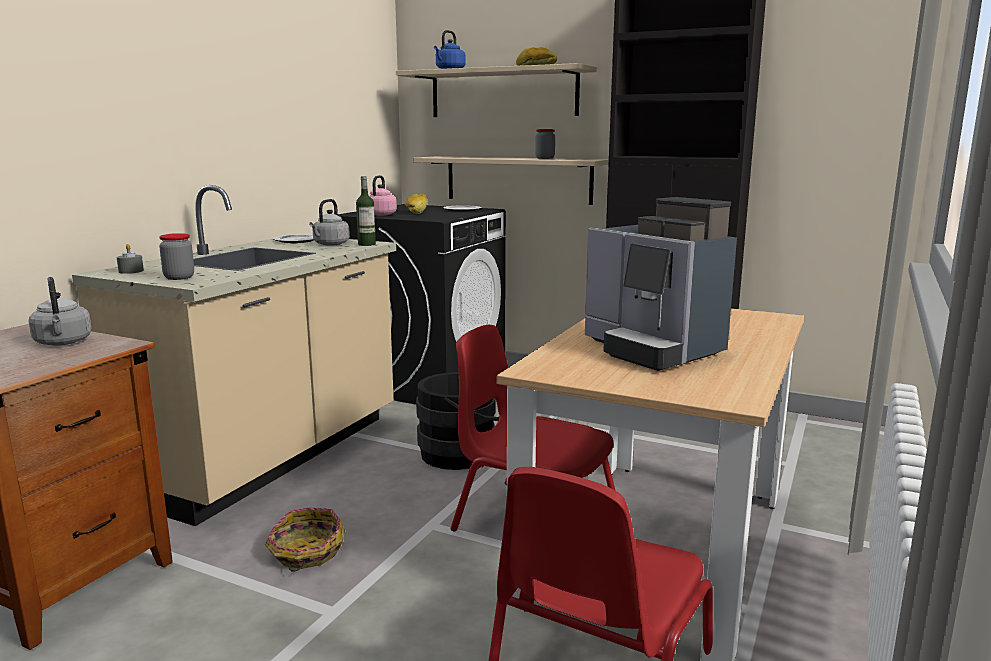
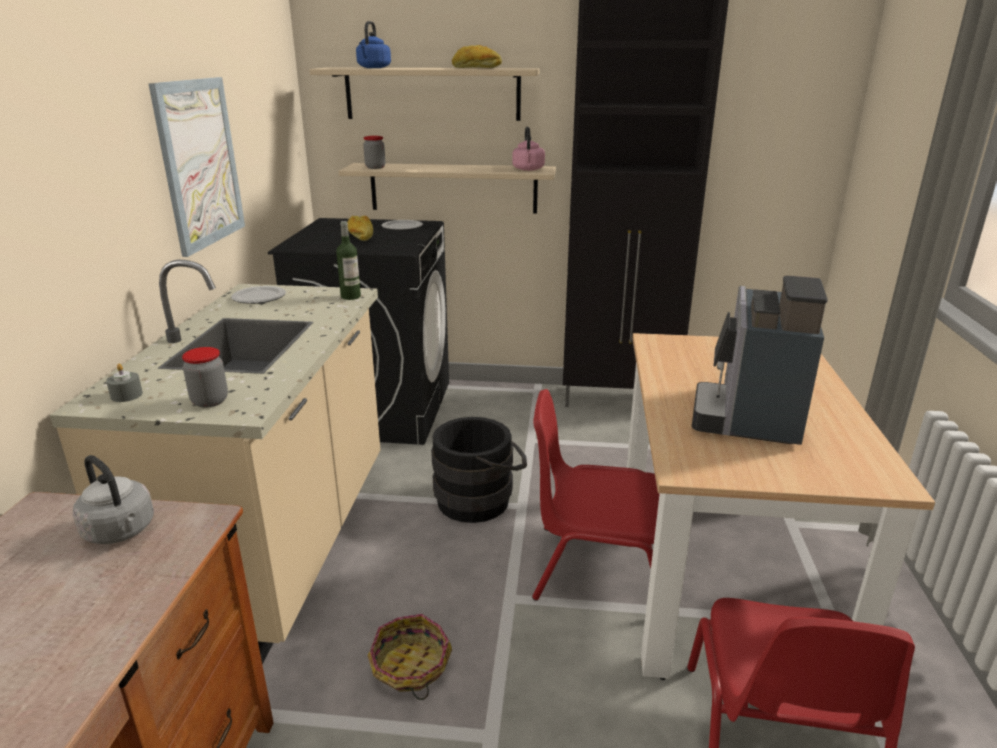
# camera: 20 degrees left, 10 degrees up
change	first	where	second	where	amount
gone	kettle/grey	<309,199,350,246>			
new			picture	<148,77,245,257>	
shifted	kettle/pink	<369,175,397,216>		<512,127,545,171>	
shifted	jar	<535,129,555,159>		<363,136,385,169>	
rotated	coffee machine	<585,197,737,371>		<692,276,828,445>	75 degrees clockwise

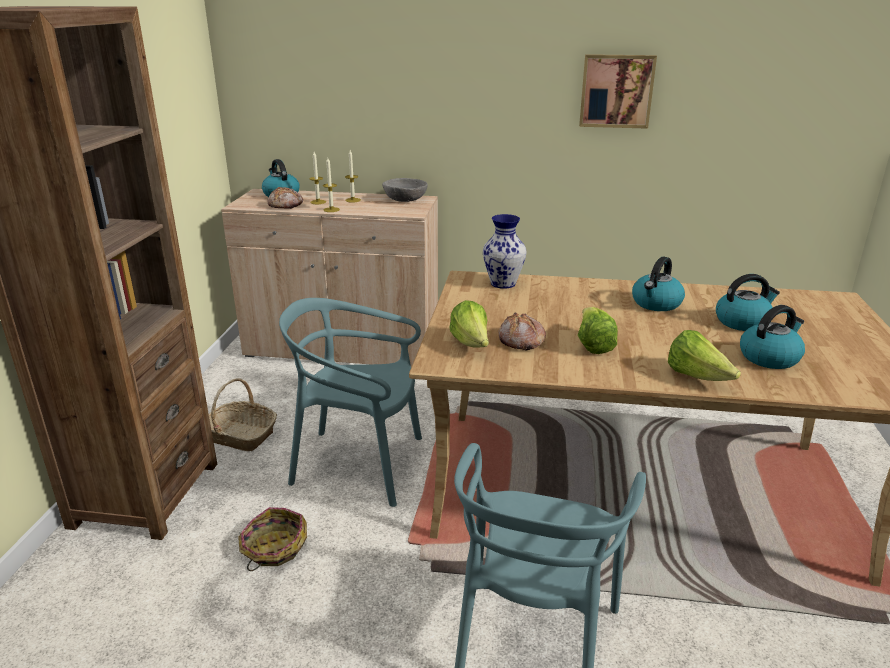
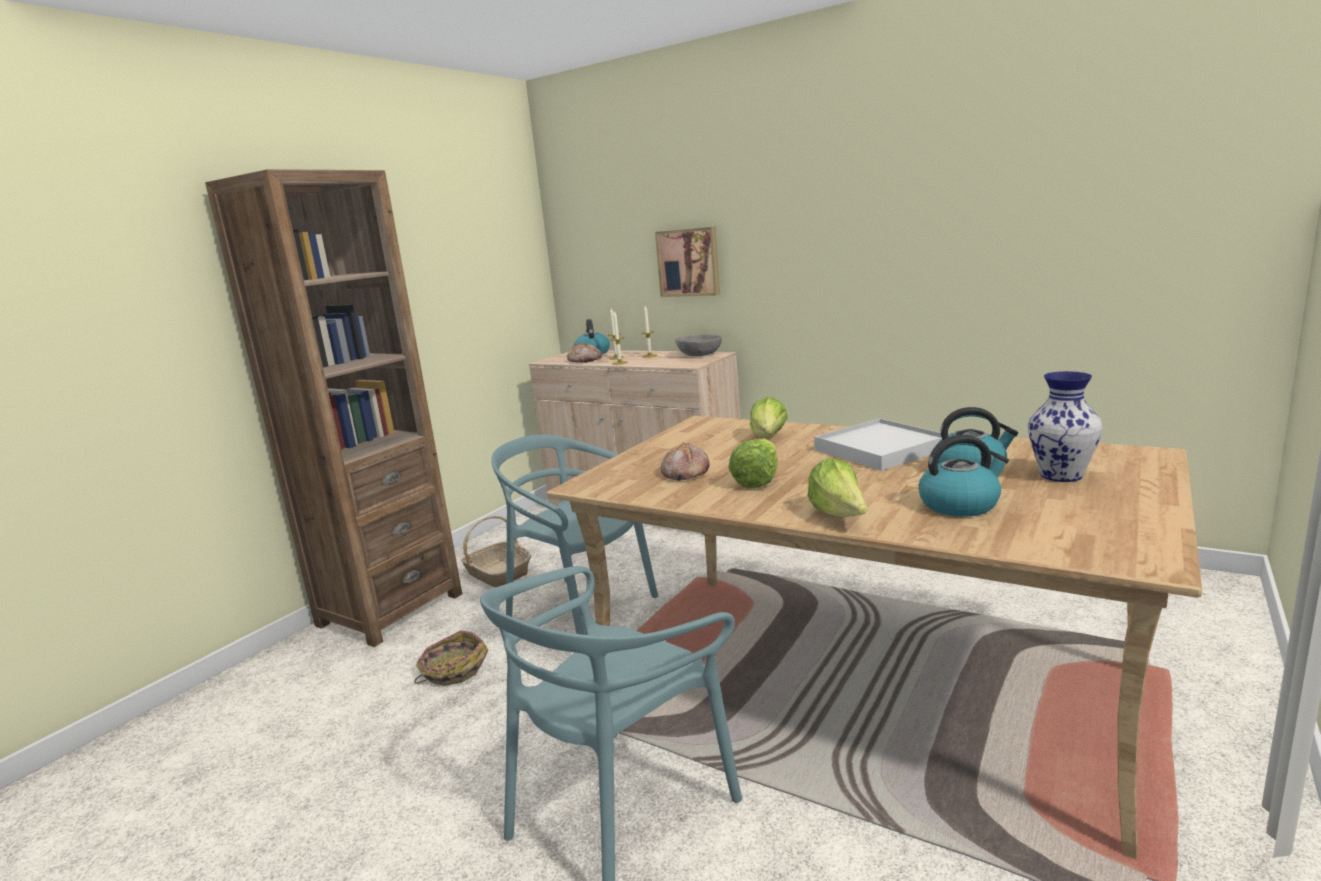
# camera: 25 degrees right, 10 degrees down
change	first	where	second	where	amount
shifted	lettuce	<449,300,489,347>		<750,397,788,437>	
shifted	vase	<483,214,527,289>		<1028,371,1103,482>	
shifted	picture	<579,54,657,129>		<655,227,720,297>	
swapped	kettle	<632,257,685,311>	tray/white	<814,418,949,471>	

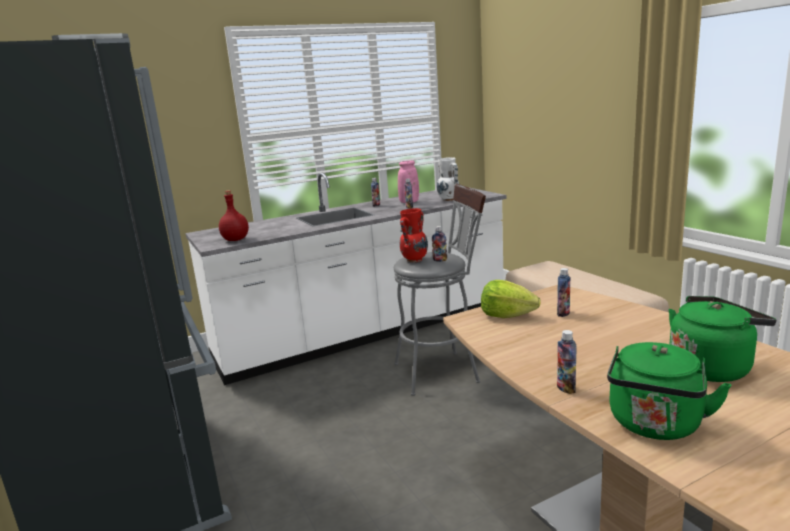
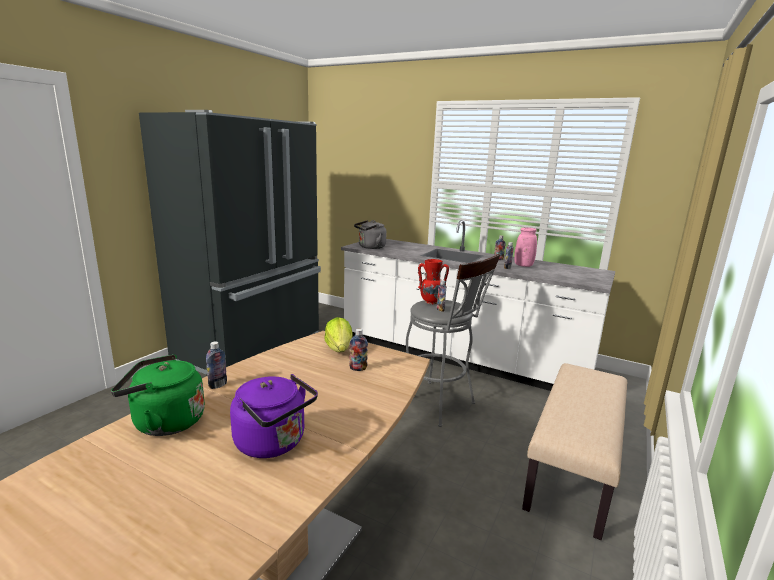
# camera: 55 degrees right, 0 degrees up
change	first	where	second	where	amount
gone	vase/white	<437,157,459,201>			
swapped	bottle/red	<219,190,249,241>	kettle/grey	<354,220,387,249>	
repainted	kettle/green	<669,296,776,382>	kettle/purple	<230,374,318,458>	

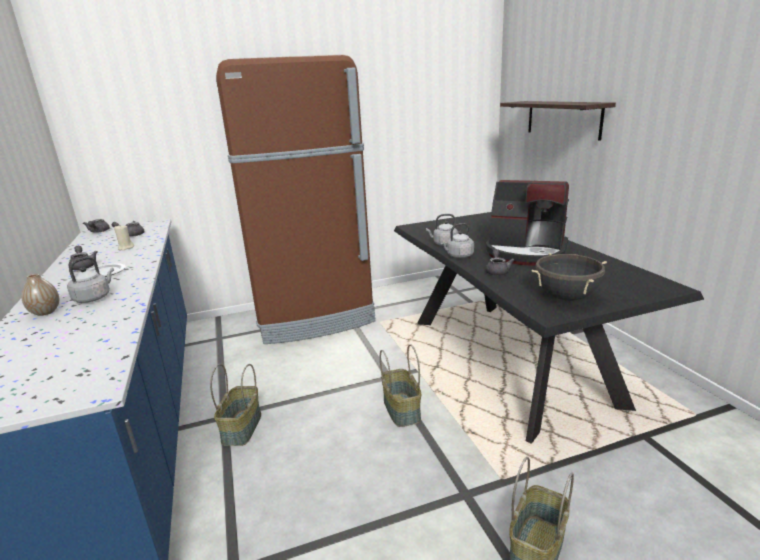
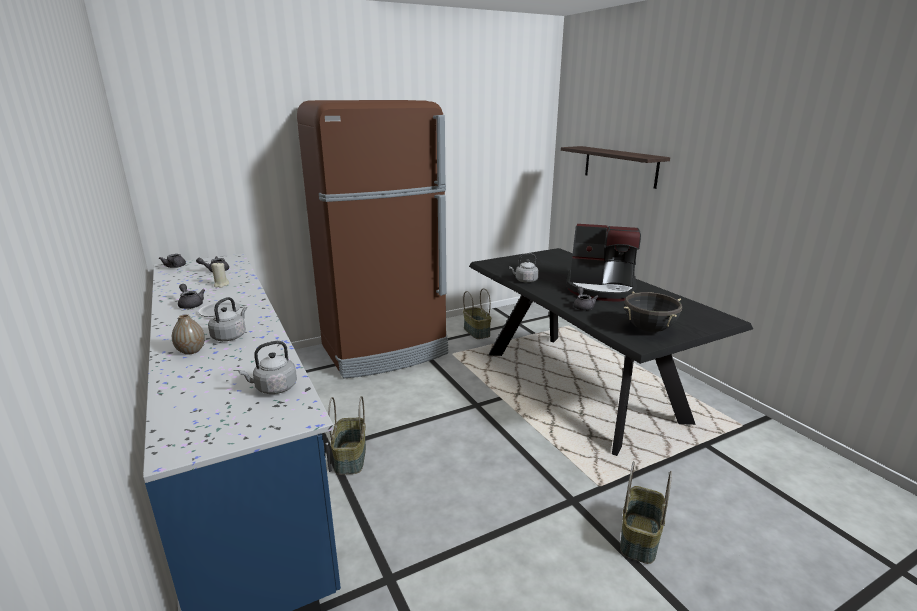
# camera: 10 degrees left, 0 degrees up
change	first	where	second	where	amount
shifted	basket	<380,344,421,427>		<463,288,491,339>	
shifted	kettle/grey	<440,223,474,258>		<238,341,297,394>	

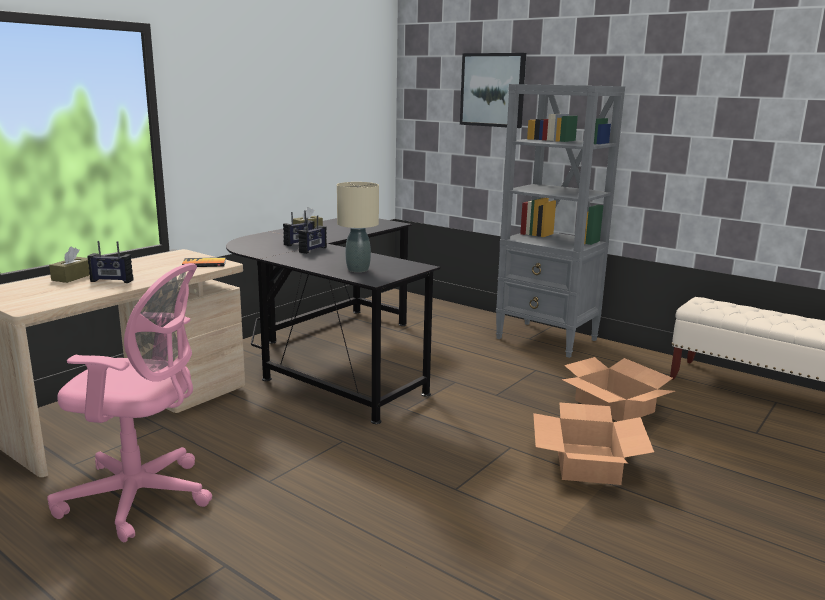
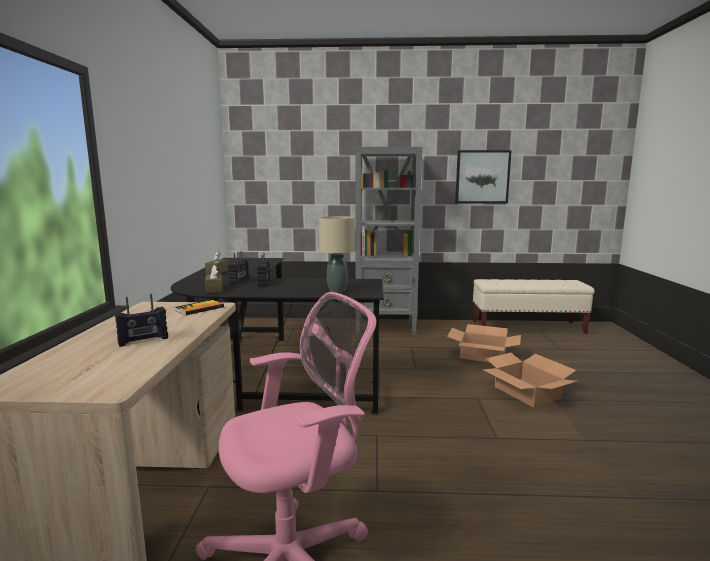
# camera: 35 degrees left, 5 degrees down
change	first	where	second	where	amount
shifted	tissue box/brown	<49,246,90,283>		<205,265,222,293>	
shifted	picture	<460,53,526,128>		<455,150,512,204>	

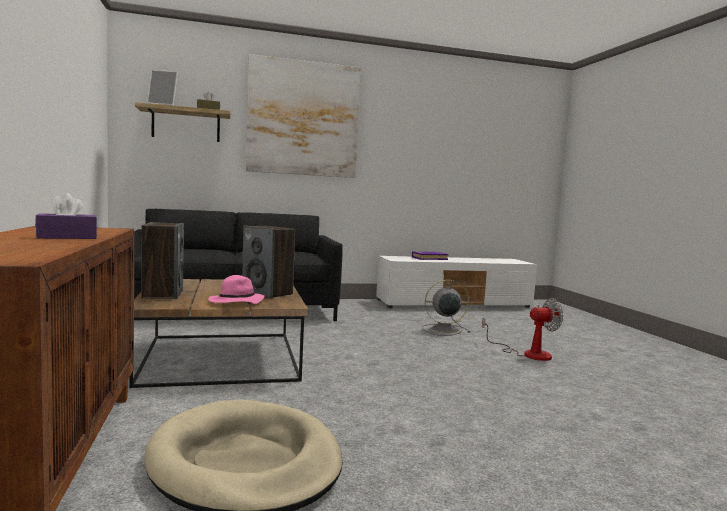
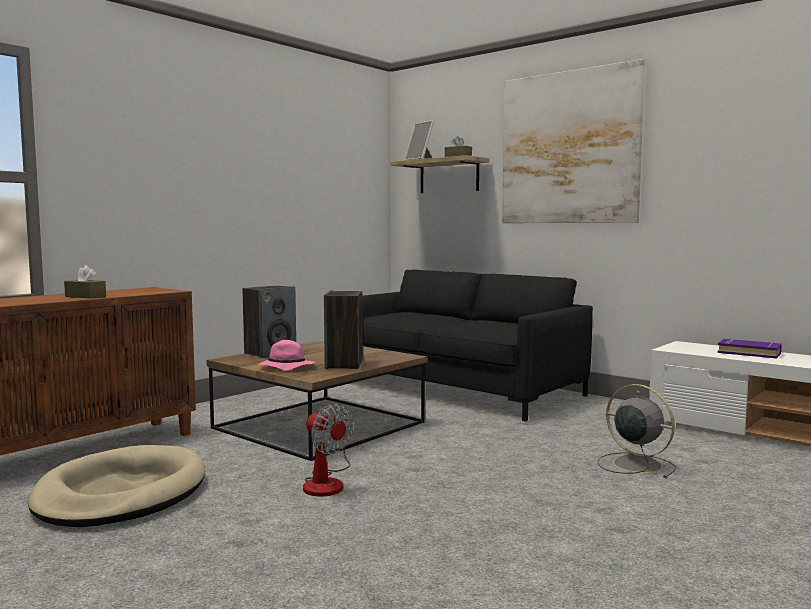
# camera: 55 degrees right, 0 degrees up
change	first	where	second	where	amount
shifted	fan	<482,298,563,361>		<303,403,353,497>	
repainted	tissue box/purple	<35,193,97,239>	tissue box/brown	<64,265,106,298>	

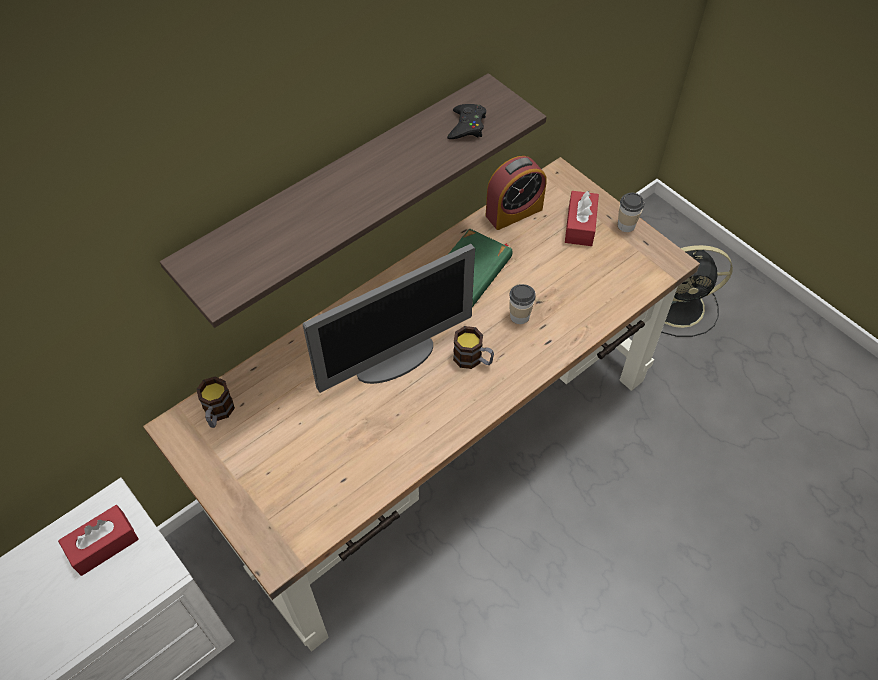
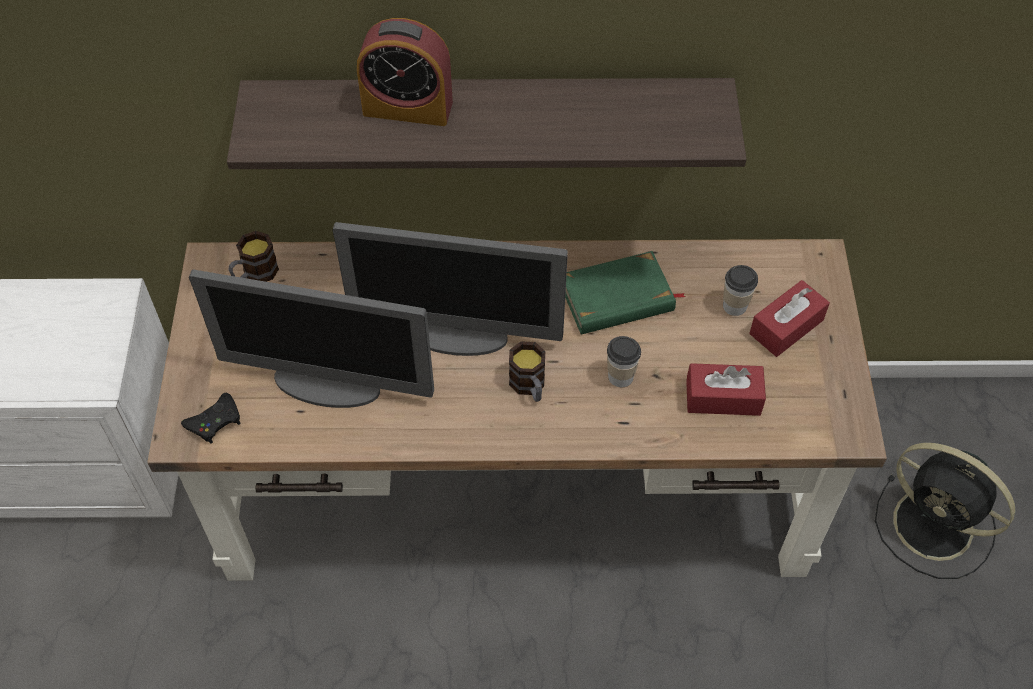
# camera: 40 degrees right, 0 degrees up
change	first	where	second	where	amount
new			monitor	<189,270,434,408>	
shifted	tissue box/red	<58,505,139,576>		<686,363,766,416>	
shifted	game controller/black	<447,104,486,139>		<181,393,241,444>	
shifted	alarm clock	<485,156,546,230>		<357,18,453,126>	
shifted	cup	<618,193,644,232>		<723,265,758,316>	

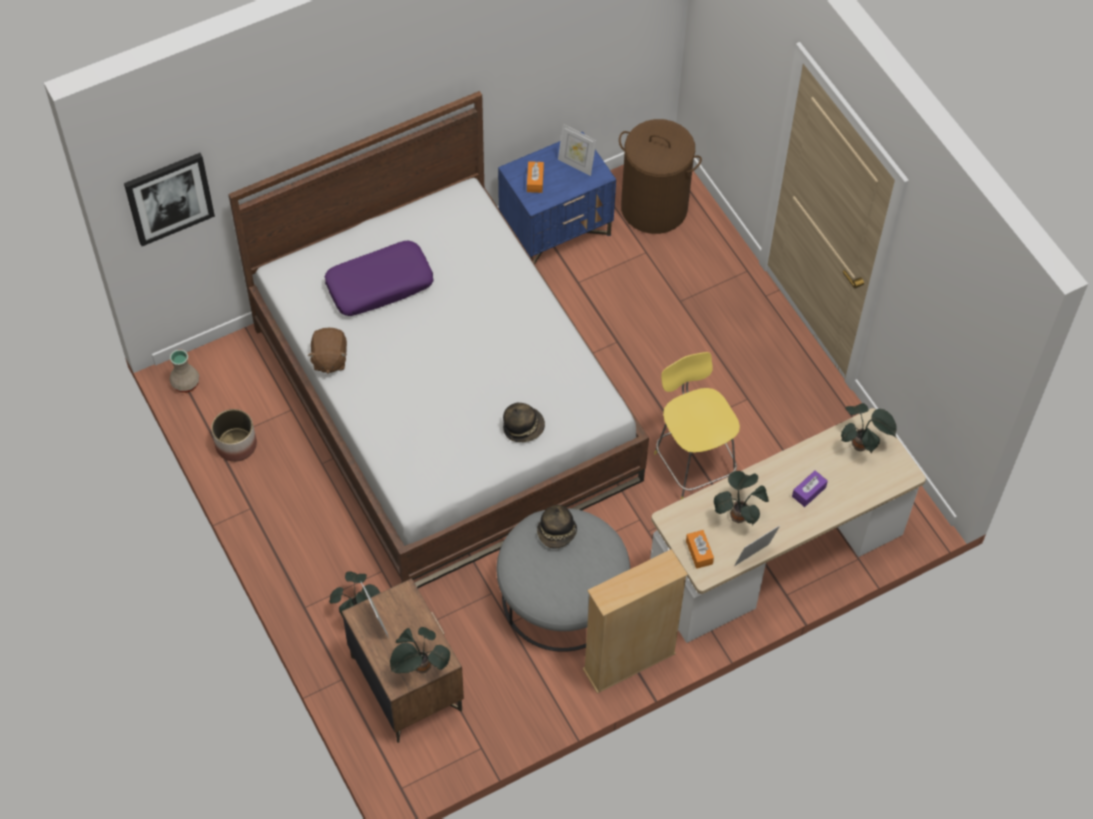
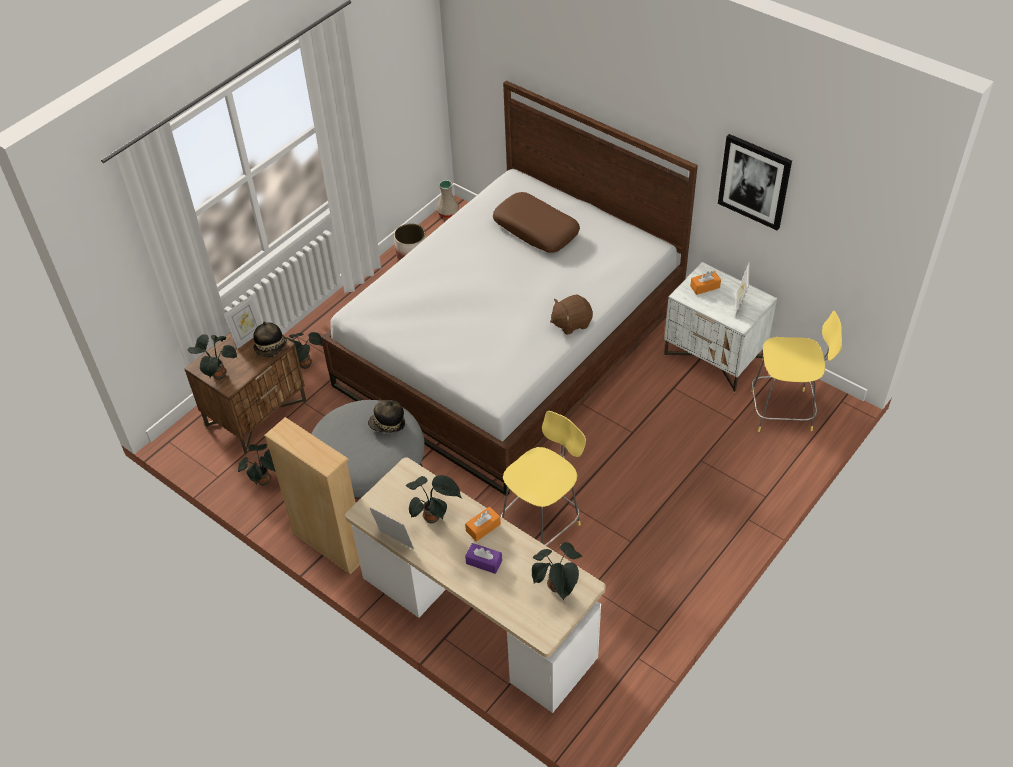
# camera: 70 degrees right, 10 degrees down
change	first	where	second	where	amount
new			potted plant	<238,444,276,486>	
shifted	picture	<124,153,215,246>		<718,134,792,230>	
shifted	plush toy/brown	<308,328,347,374>		<550,294,593,335>	
shifted	hat	<503,403,545,442>		<253,321,287,357>	
shifted	tissue box/orange	<686,530,714,569>		<465,507,501,542>	
swapped	laundry basket/brown	<619,119,702,234>	stool/yellow	<751,311,842,432>	
repainted	pillow/purple	<325,241,434,316>	pillow/brown	<493,192,580,253>	
repainted	nightstand/blue	<498,132,616,263>	nightstand/white	<664,262,777,392>	

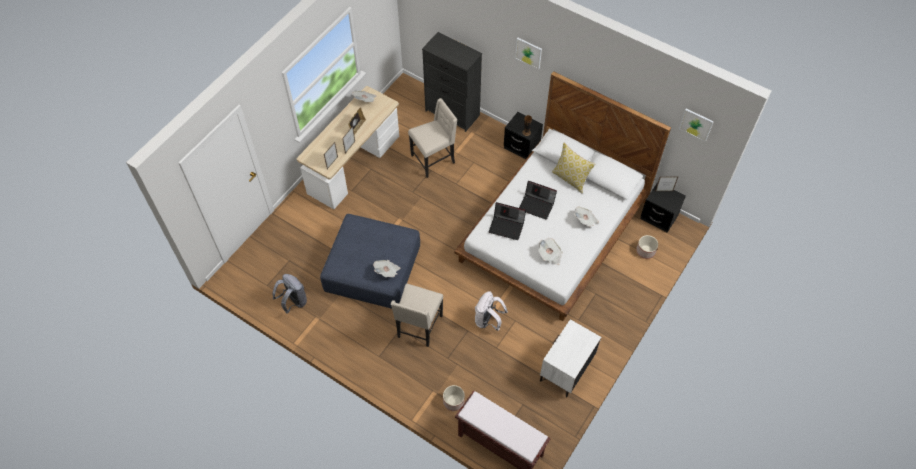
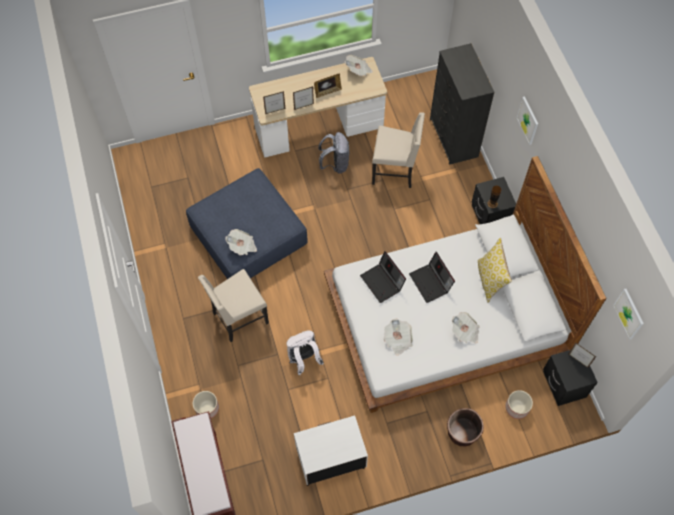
# camera: 40 degrees right, 5 degrees up
change	first	where	second	where	amount
new			planter/brown	<447,408,484,446>	
shifted	backpack/grey	<272,274,307,314>		<318,132,350,173>	

